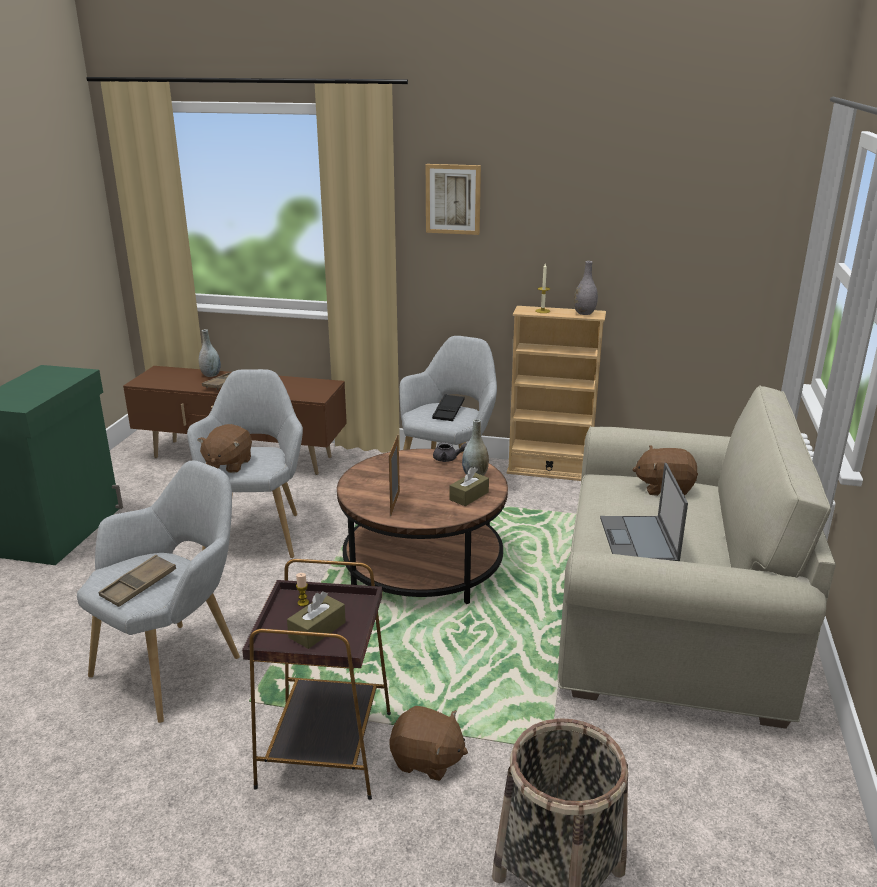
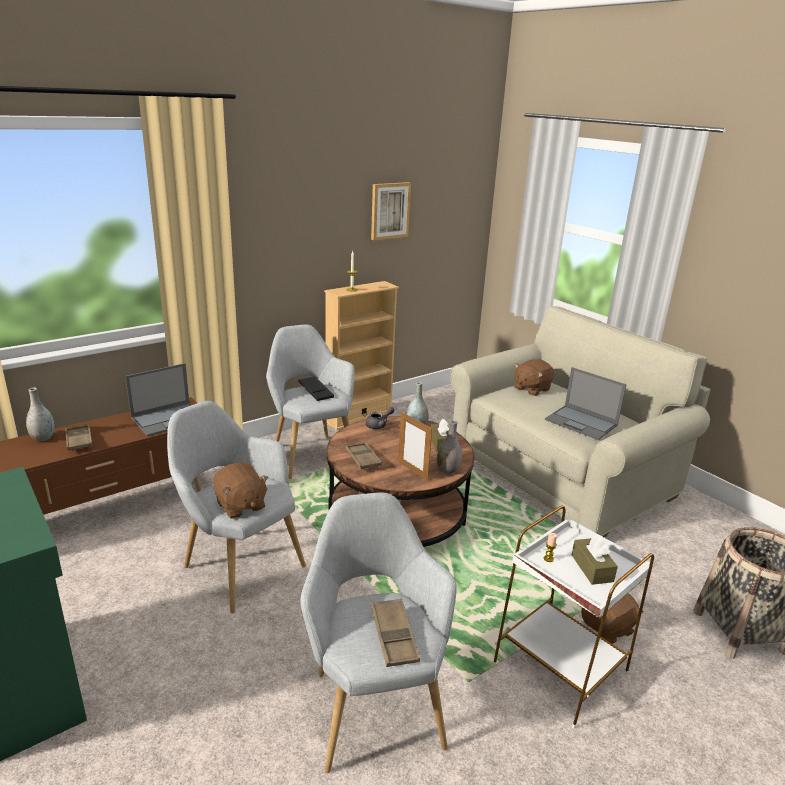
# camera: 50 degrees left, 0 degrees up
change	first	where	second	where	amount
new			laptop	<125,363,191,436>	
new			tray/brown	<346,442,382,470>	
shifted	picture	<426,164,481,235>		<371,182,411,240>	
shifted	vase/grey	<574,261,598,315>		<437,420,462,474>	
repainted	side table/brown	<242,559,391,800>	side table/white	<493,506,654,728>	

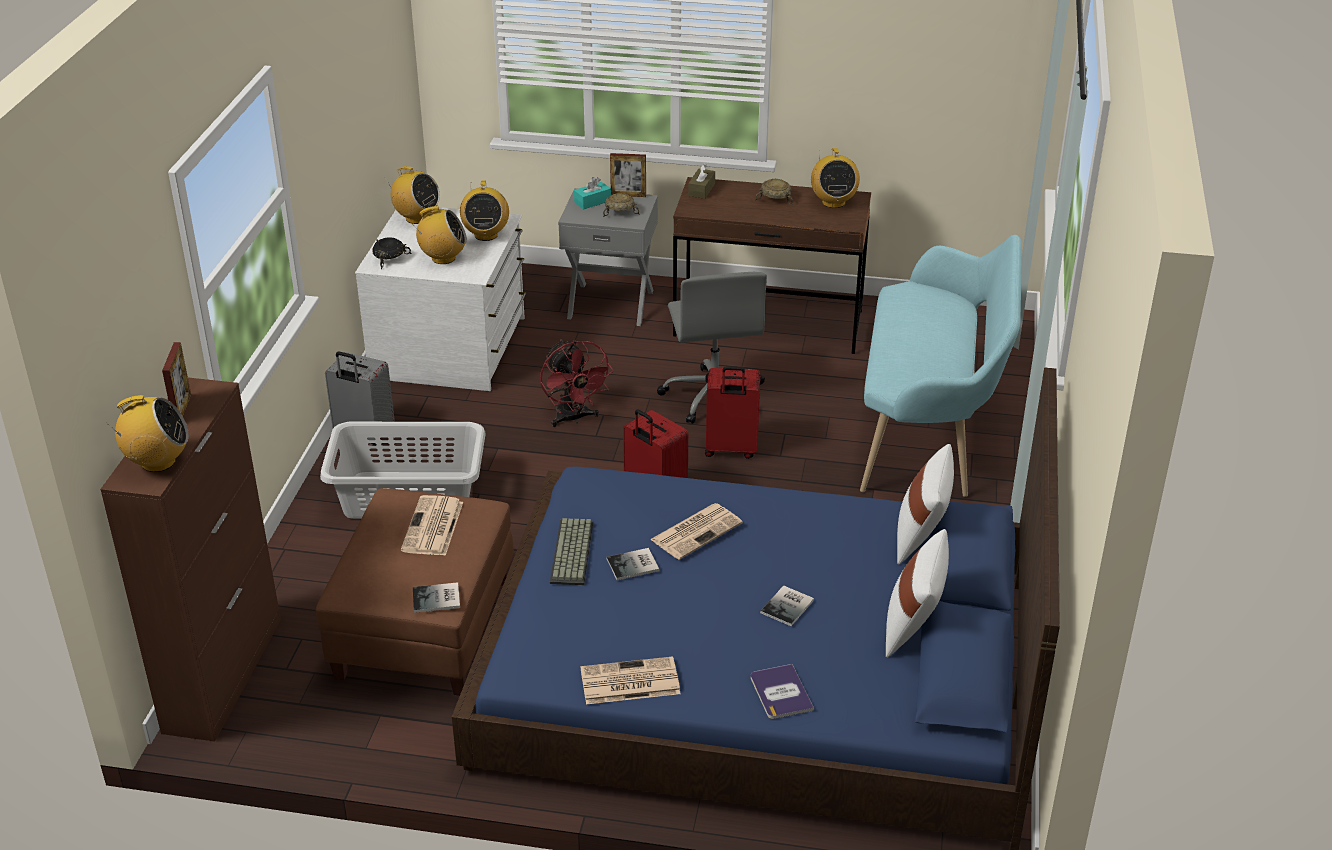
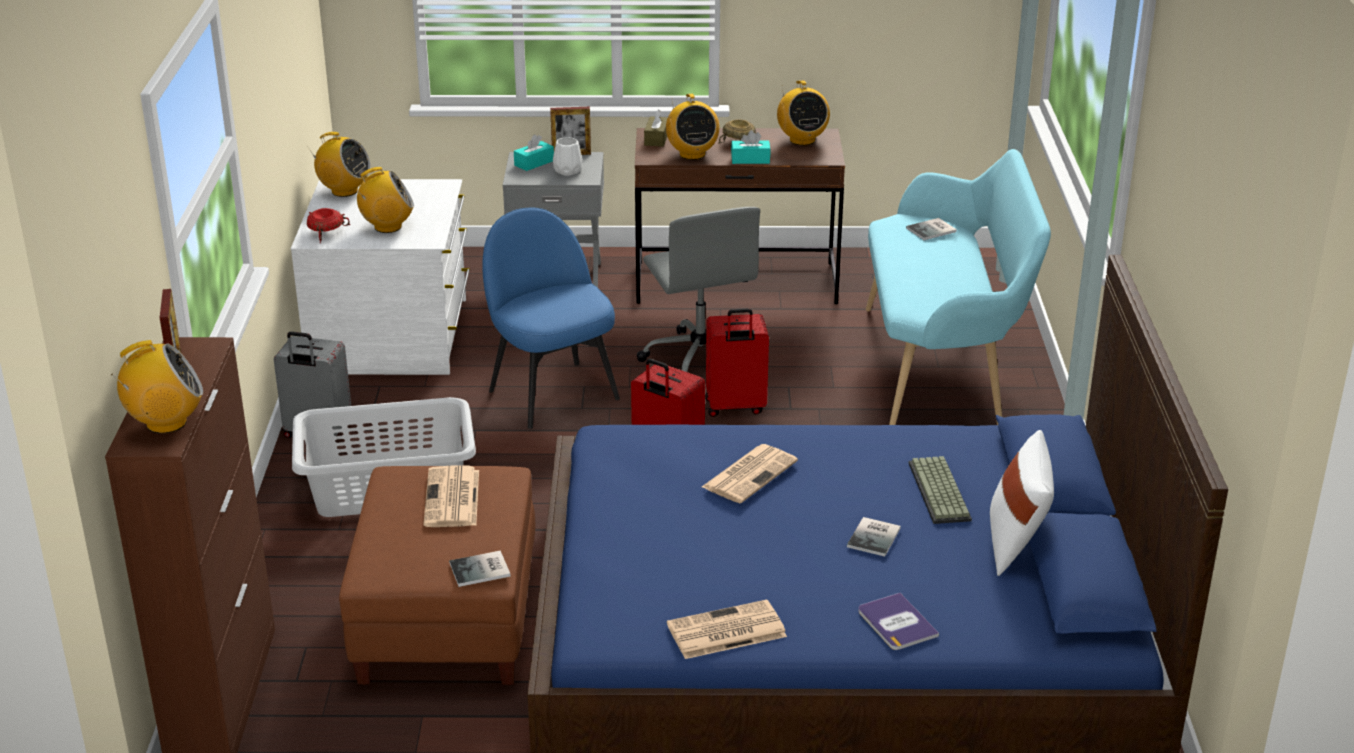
# camera: 10 degrees left, 5 degrees down
change	first	where	second	where	amount
gone	pillow/white	<897,444,954,564>			
new			tissue box/turquoise	<731,130,771,164>	
shifted	radio	<460,180,509,241>		<666,94,719,160>	
shifted	keyboard	<550,518,593,585>		<909,456,972,524>	
shifted	book	<606,548,659,580>		<906,218,957,240>	
swapped	fan/red	<540,339,613,427>	chair/blue	<482,208,620,429>	
swapped	bowl/beige	<603,193,640,217>	vase/white	<553,137,583,176>	
repainted	bowl/black	<372,237,411,269>	bowl/red	<307,208,350,243>	

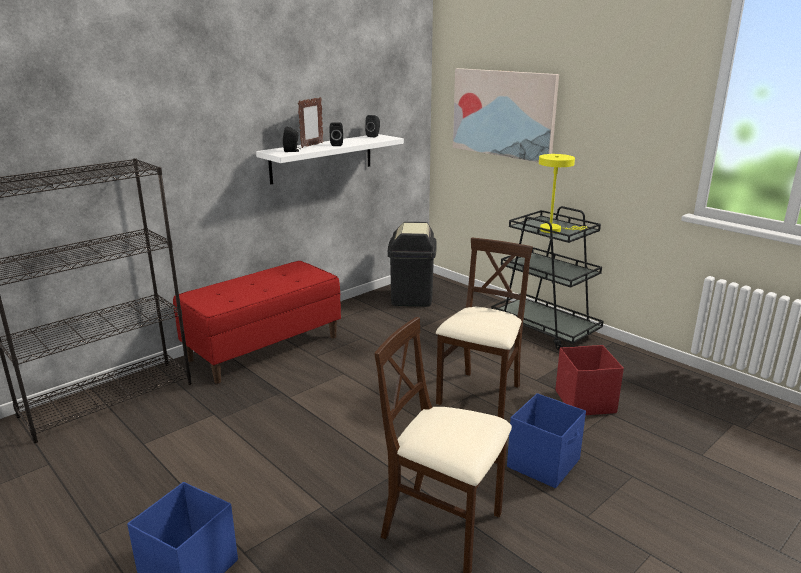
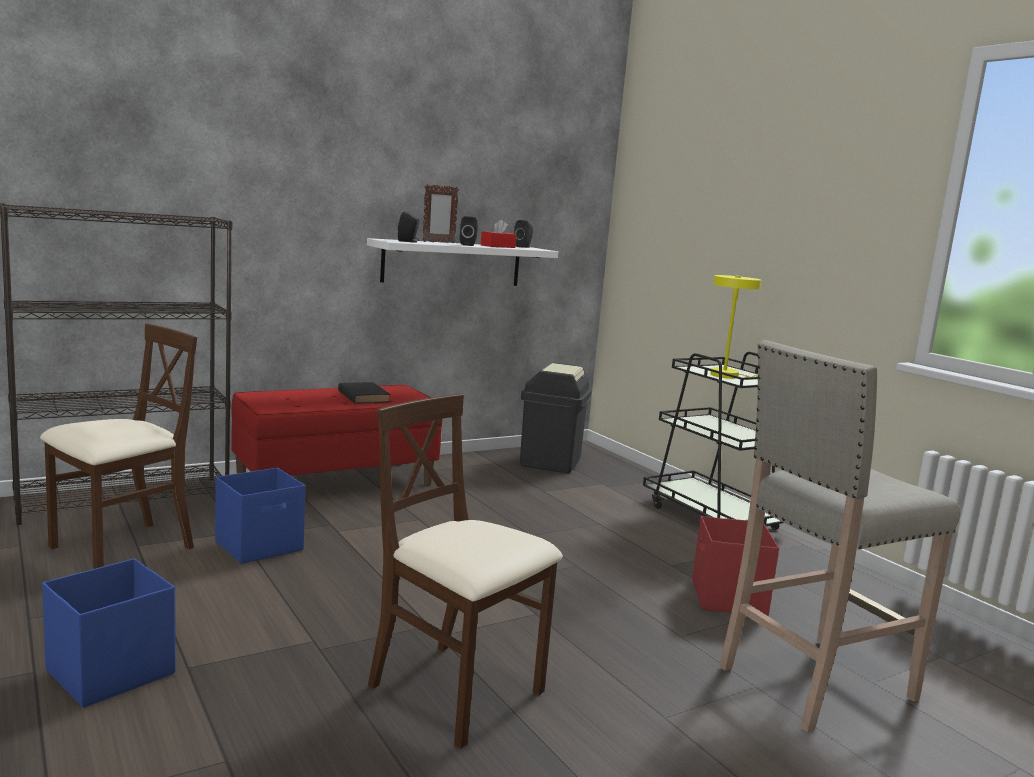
# camera: 10 degrees right, 10 degrees down
change	first	where	second	where	amount
gone	picture	<453,68,559,163>			
new			book/black	<338,382,390,404>	
new			tissue box/red	<481,219,517,248>	
new			stool/beige	<719,340,960,733>	
shifted	chair/beige	<436,238,533,419>		<40,324,197,569>	
shifted	storage box/blue	<507,393,586,488>		<215,468,306,564>	

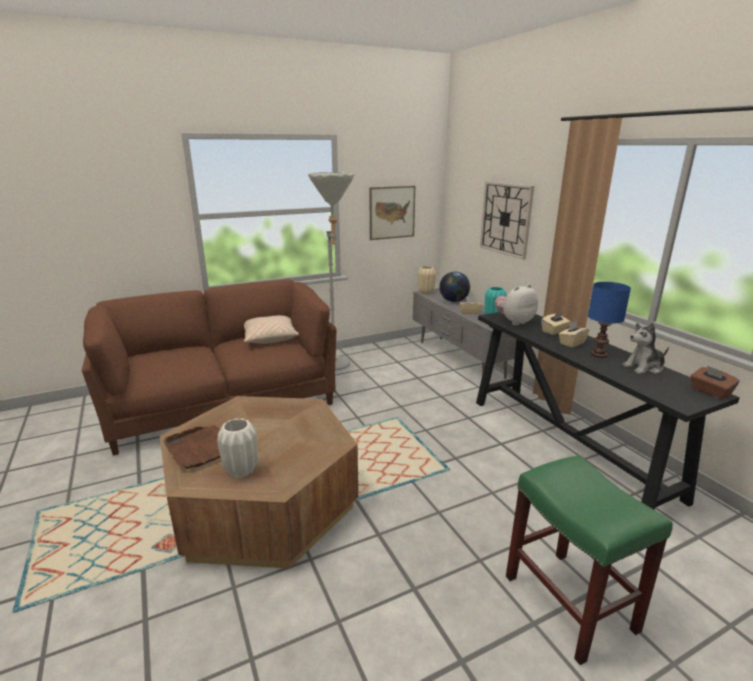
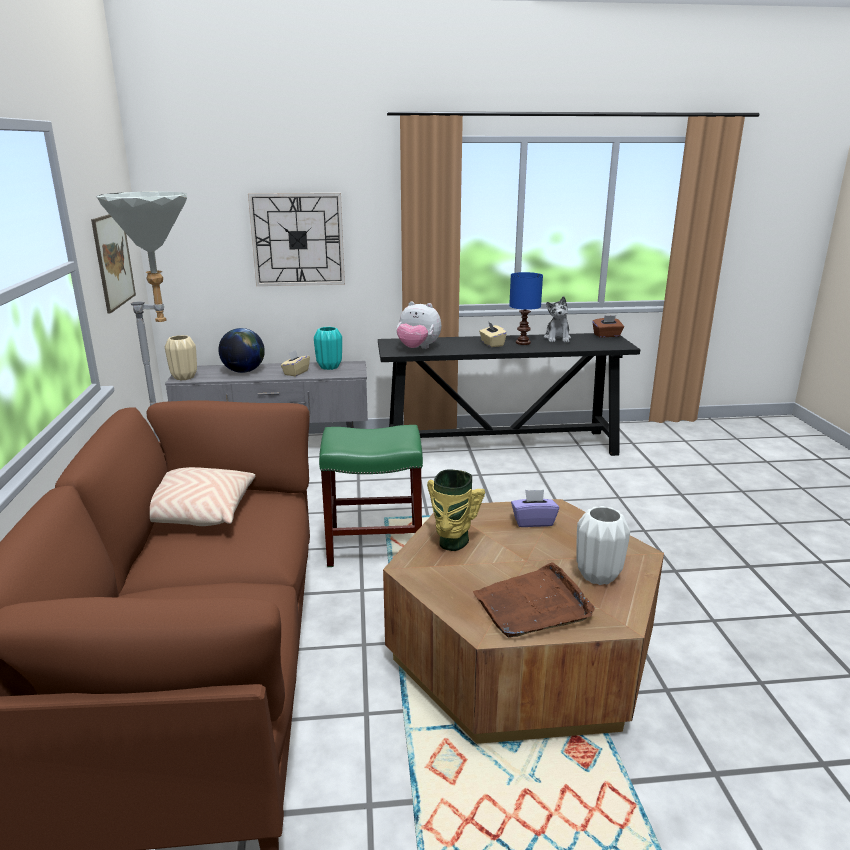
# camera: 70 degrees left, 0 degrees up
change	first	where	second	where	amount
gone	tissue box/beige	<541,312,571,335>			
new			vase	<427,470,485,551>	
new			tissue box/purple	<511,490,559,527>	
shifted	stool/green	<506,455,673,665>		<319,425,423,567>	
rotated	plush toy	<495,284,538,326>		<397,301,441,349>	60 degrees counterclockwise

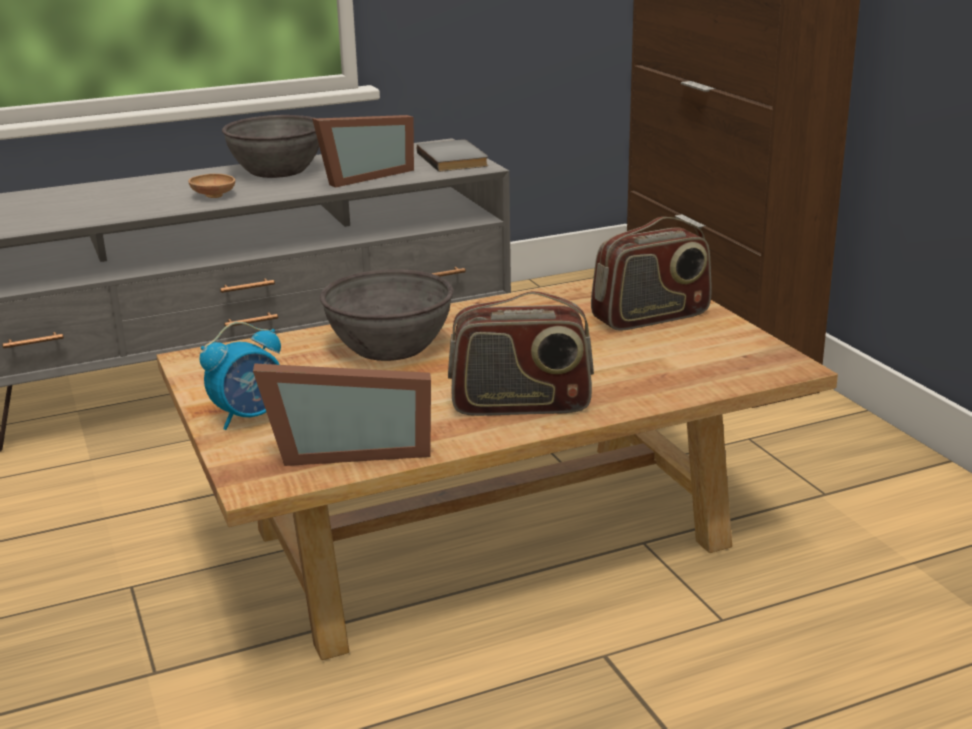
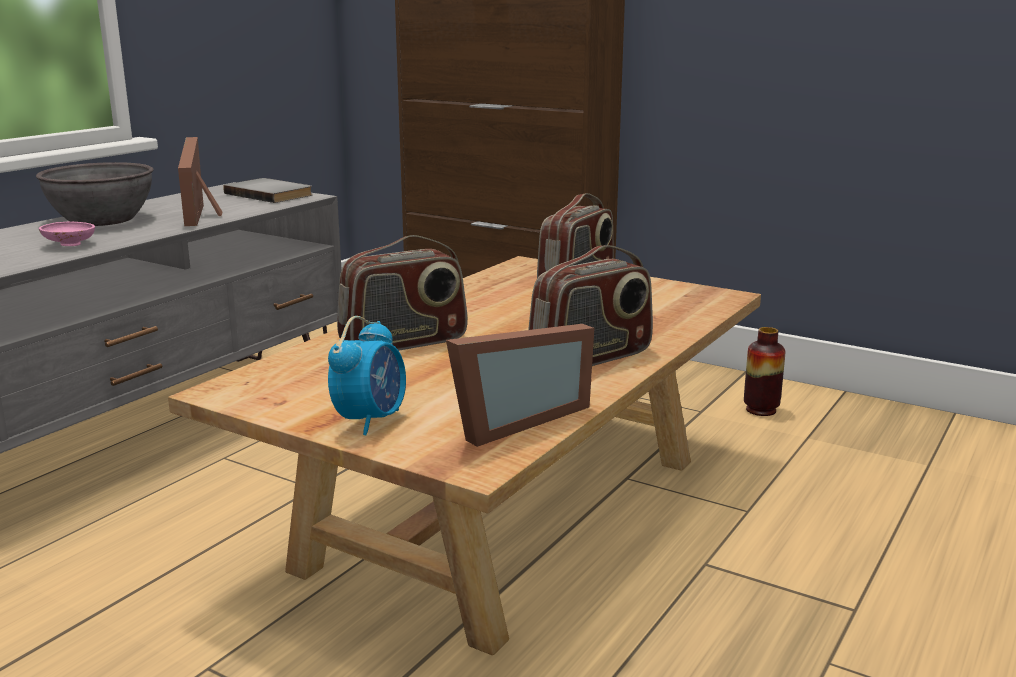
# camera: 35 degrees left, 5 degrees down
change	first	where	second	where	amount
new			vase	<744,327,785,416>	
swapped	bowl/grey	<320,269,454,361>	radio	<337,235,467,351>	
repainted	bowl/brown	<188,174,235,198>	bowl/pink	<39,222,95,246>	
rotated	picture frame	<312,115,414,188>		<178,137,222,226>	150 degrees clockwise

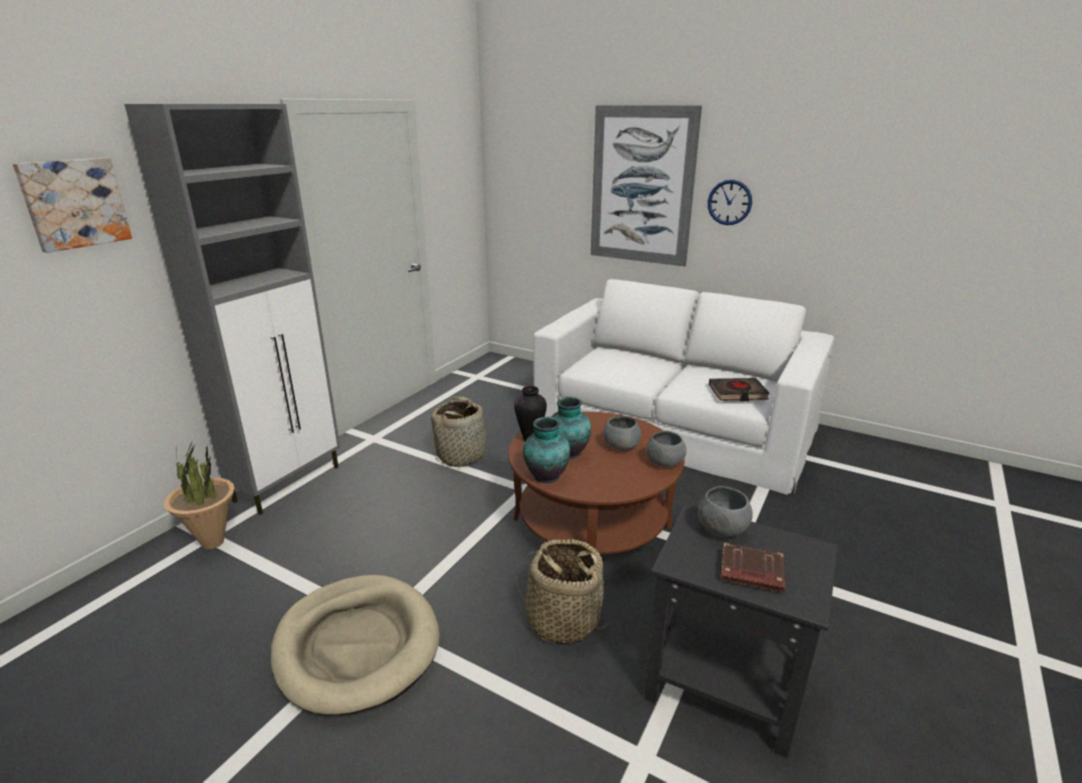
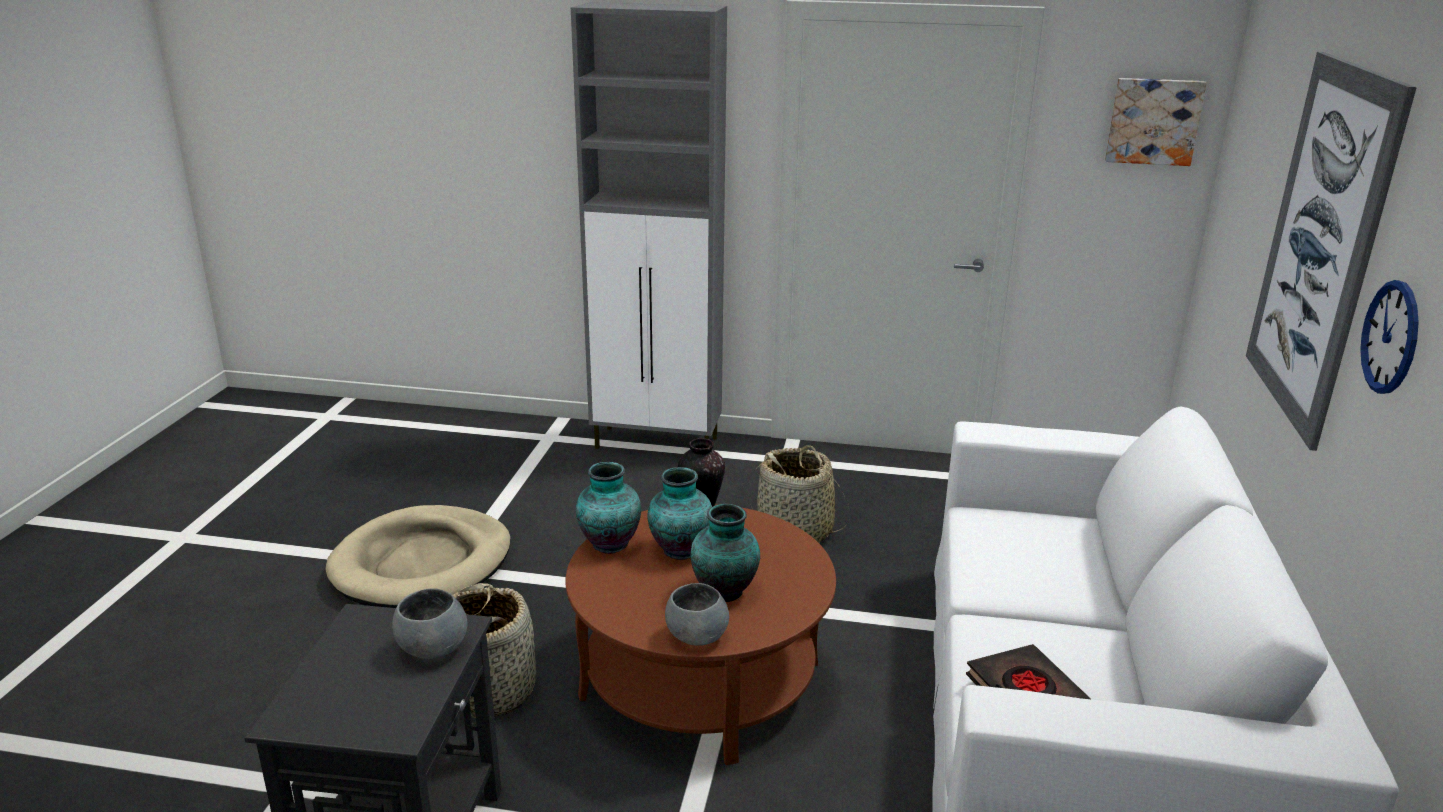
# camera: 70 degrees right, 0 degrees up
change	first	where	second	where	amount
gone	potted plant	<164,440,235,549>			
gone	book/brown	<721,543,785,592>			
shifted	picture	<13,158,132,253>		<1105,78,1207,166>	
swapped	bowl/grey	<604,416,641,451>	vase	<690,504,760,602>	

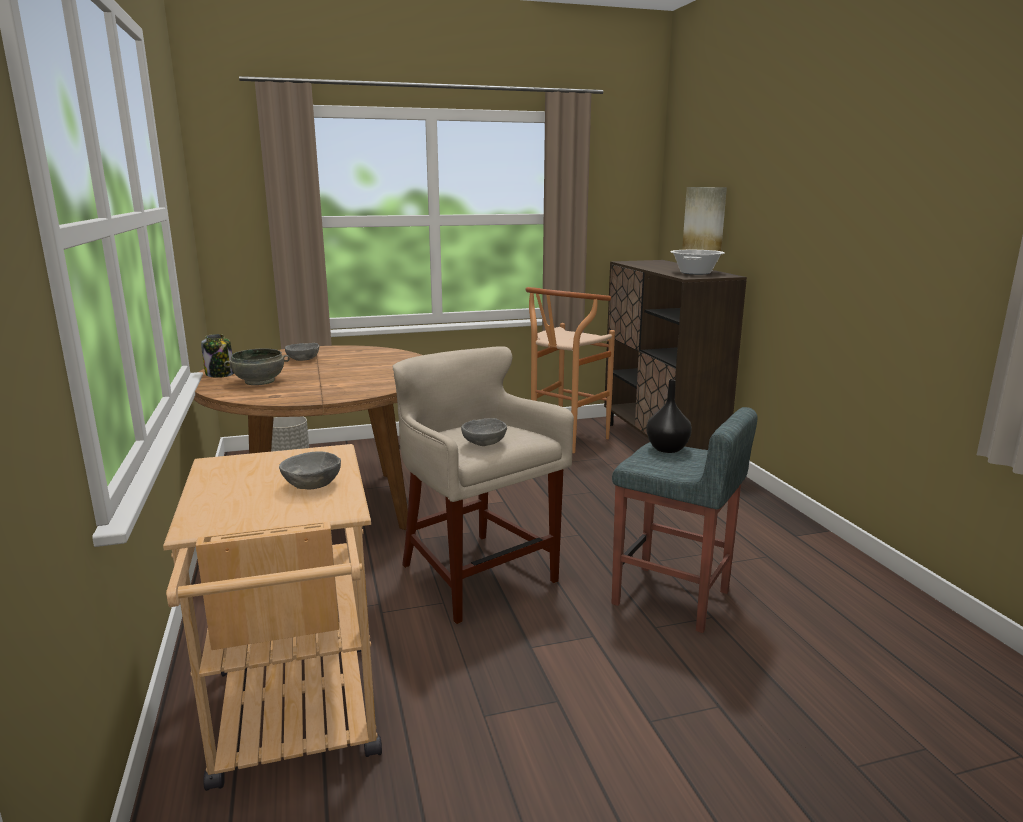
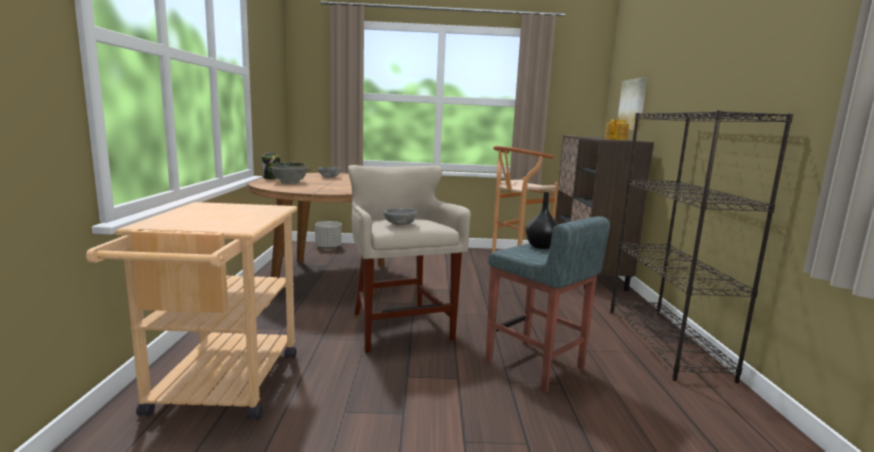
# camera: 15 degrees right, 5 degrees down
change	first	where	second	where	amount
gone	bowl/grey	<279,451,341,489>			
new			bookcase/black	<610,110,793,383>	
swapped	cooking pot	<670,250,725,275>	teapot	<605,120,629,140>	

